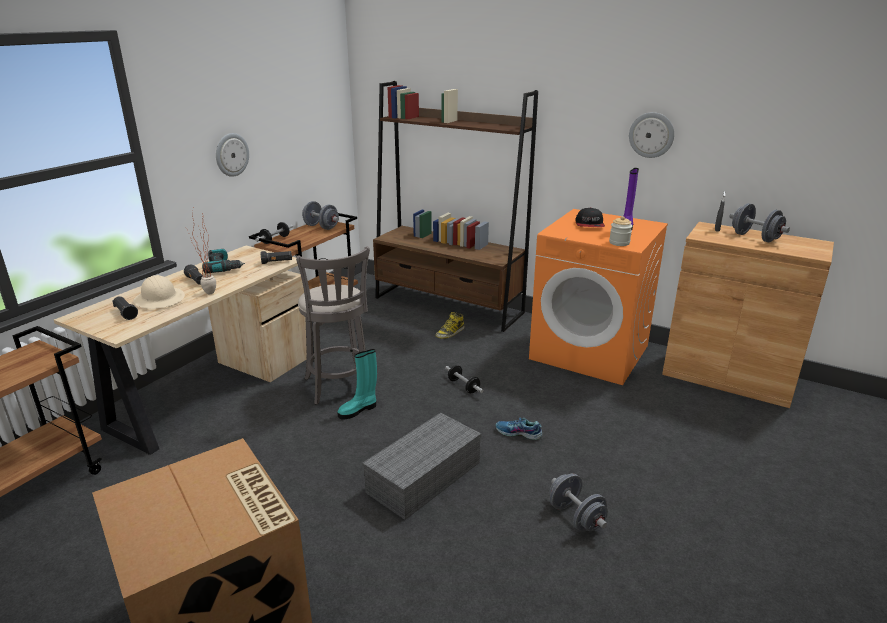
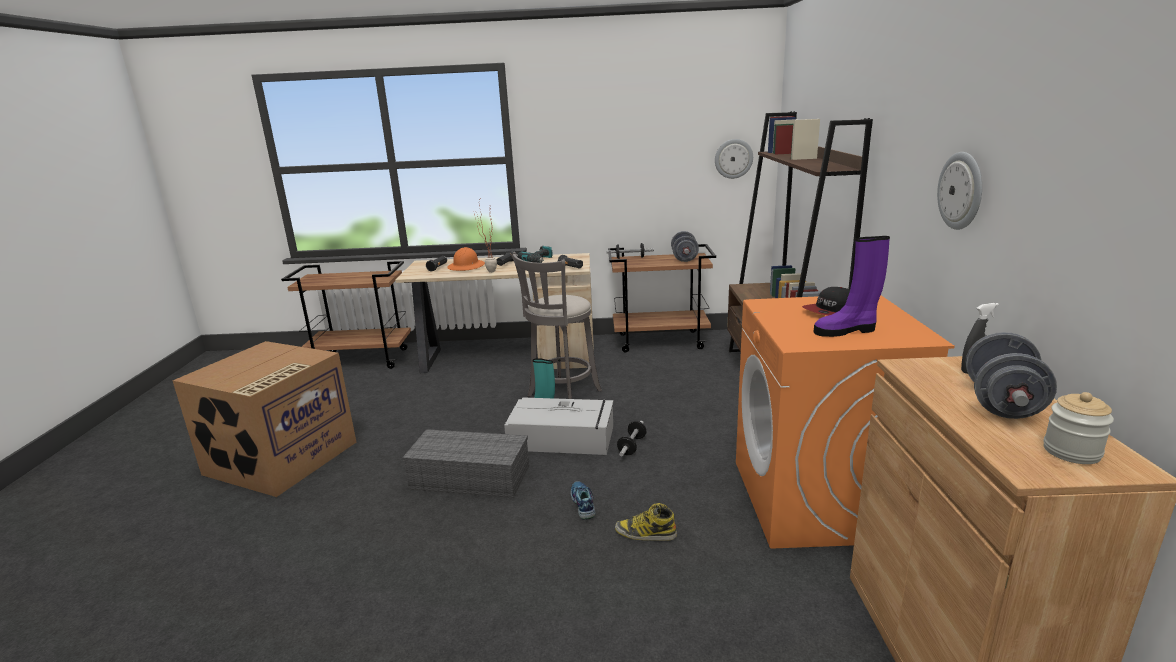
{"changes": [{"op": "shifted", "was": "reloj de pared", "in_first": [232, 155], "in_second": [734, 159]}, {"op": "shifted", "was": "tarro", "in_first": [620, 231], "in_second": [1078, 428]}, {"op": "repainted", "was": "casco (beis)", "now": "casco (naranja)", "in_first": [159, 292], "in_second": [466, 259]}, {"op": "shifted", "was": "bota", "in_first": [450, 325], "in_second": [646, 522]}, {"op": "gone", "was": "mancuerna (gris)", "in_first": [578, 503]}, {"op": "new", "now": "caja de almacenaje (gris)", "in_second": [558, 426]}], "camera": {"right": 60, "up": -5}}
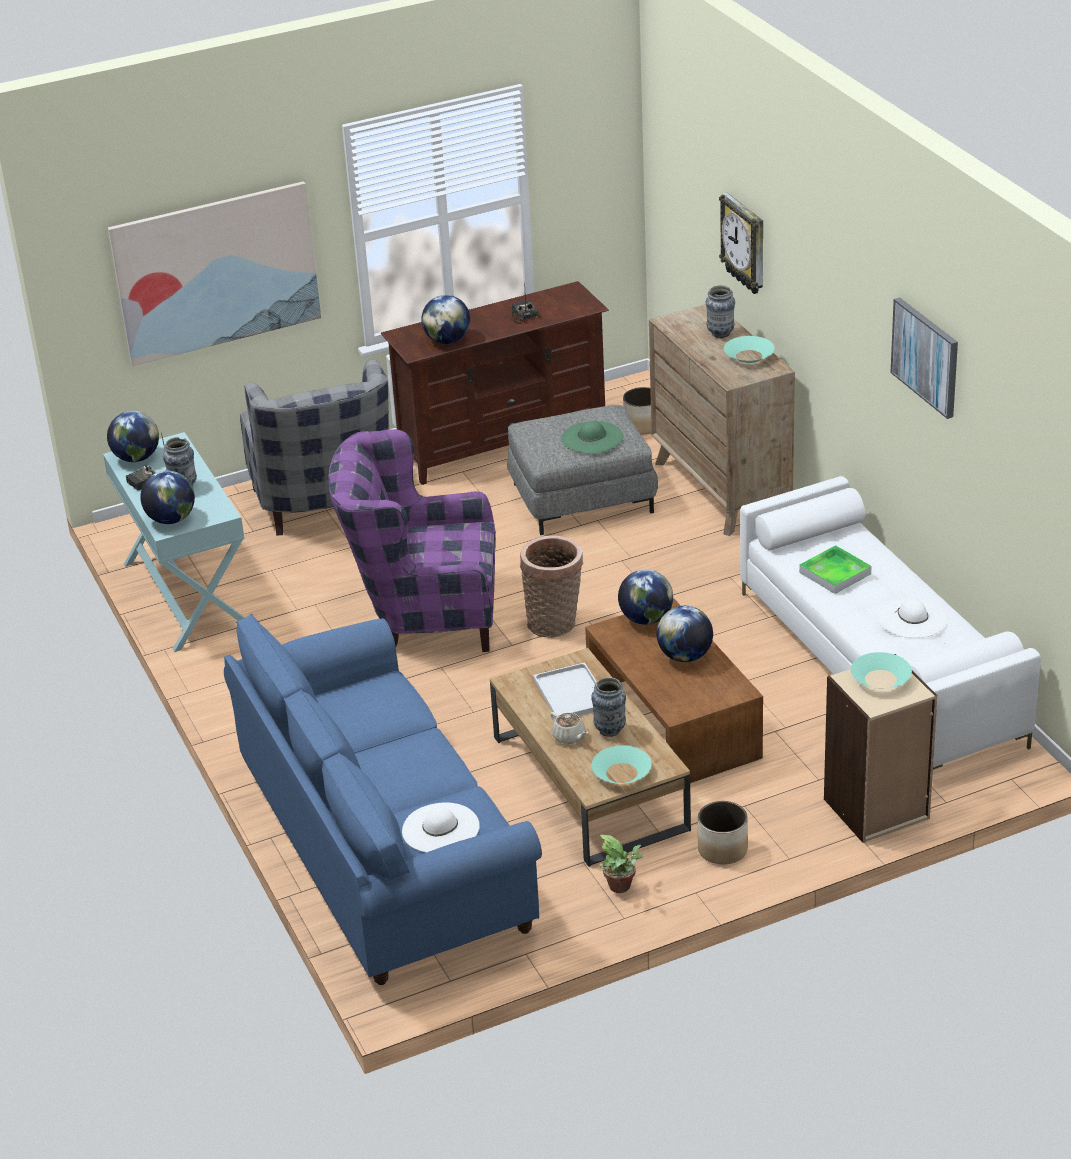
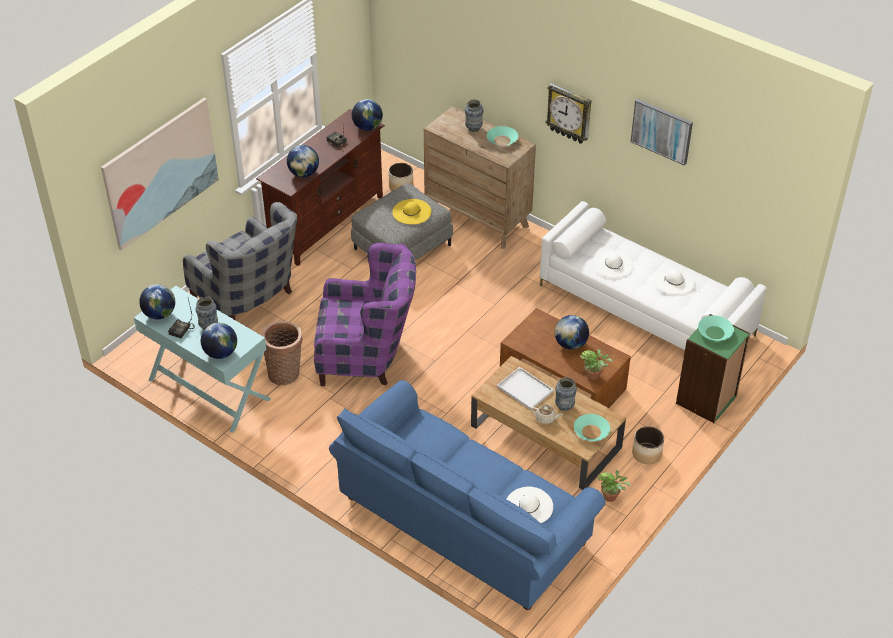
{"changes": [{"op": "shifted", "was": "reloj de pared", "in_first": [741, 243], "in_second": [568, 113]}, {"op": "repainted", "was": "sombrero (verde)", "now": "sombrero (amarillo)", "in_first": [592, 437], "in_second": [411, 211]}, {"op": "rotated", "was": "sillón (morado)", "in_first": [412, 541], "in_second": [365, 314], "clockwise": -150}, {"op": "shifted", "was": "cesta", "in_first": [552, 586], "in_second": [282, 353]}, {"op": "swapped", "was": "bandeja", "now": "sombrero (blanco)", "in_first": [835, 569], "in_second": [613, 264]}, {"op": "shifted", "was": "globo terráqueo", "in_first": [645, 597], "in_second": [367, 115]}, {"op": "repainted", "was": "estantería (beis)", "now": "estantería (verde)", "in_first": [880, 748], "in_second": [713, 368]}, {"op": "new", "now": "planta en maceta", "in_second": [596, 364]}], "camera": {"right": -30, "up": 10}}
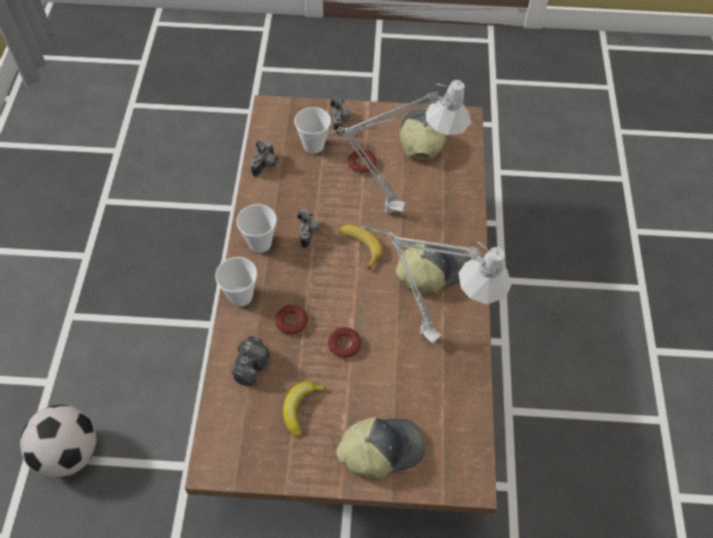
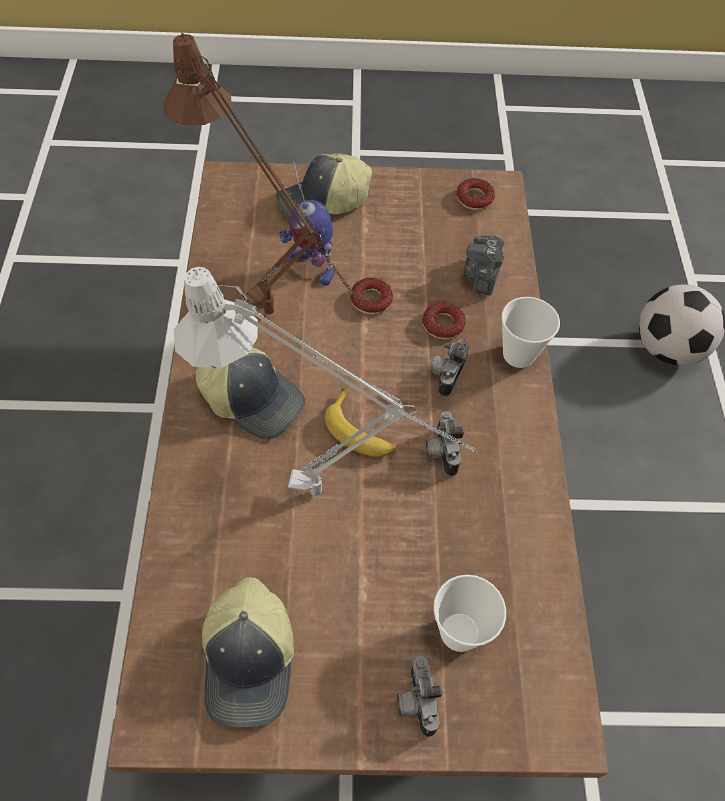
{"changes": [{"op": "shifted", "was": "cámara", "in_first": [264, 158], "in_second": [449, 368]}, {"op": "shifted", "was": "rosquilla", "in_first": [362, 162], "in_second": [475, 194]}, {"op": "gone", "was": "taza", "in_first": [257, 228]}, {"op": "repainted", "was": "lámpara de mesa (gris)", "now": "lámpara de mesa (marrón)", "in_first": [436, 284], "in_second": [262, 174]}, {"op": "rotated", "was": "gorra", "in_first": [432, 267], "in_second": [250, 393], "clockwise": -120}, {"op": "gone", "was": "plátano", "in_first": [305, 409]}, {"op": "new", "now": "robot de juguete", "in_second": [307, 224]}], "camera": {"right": 175, "up": 0}}
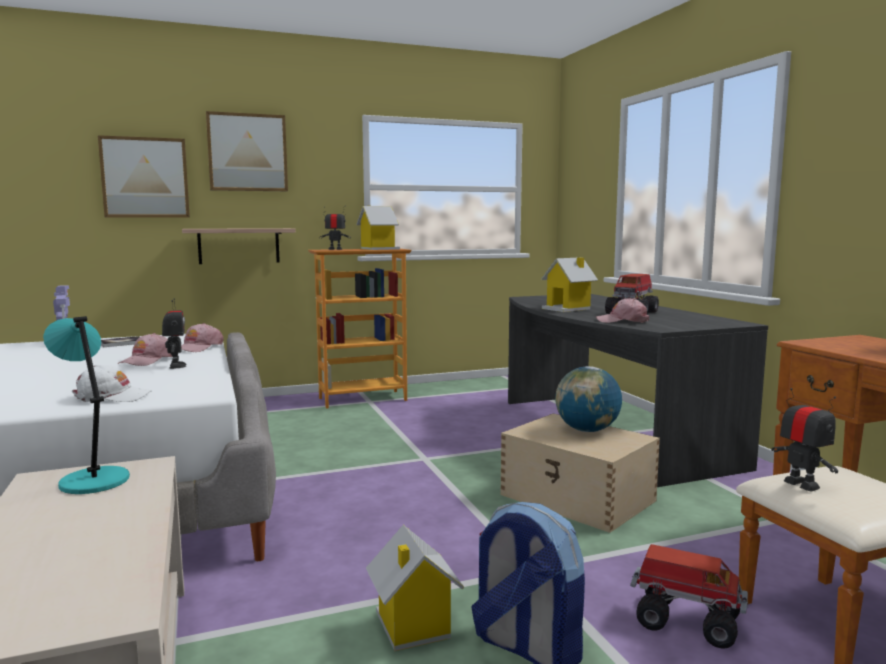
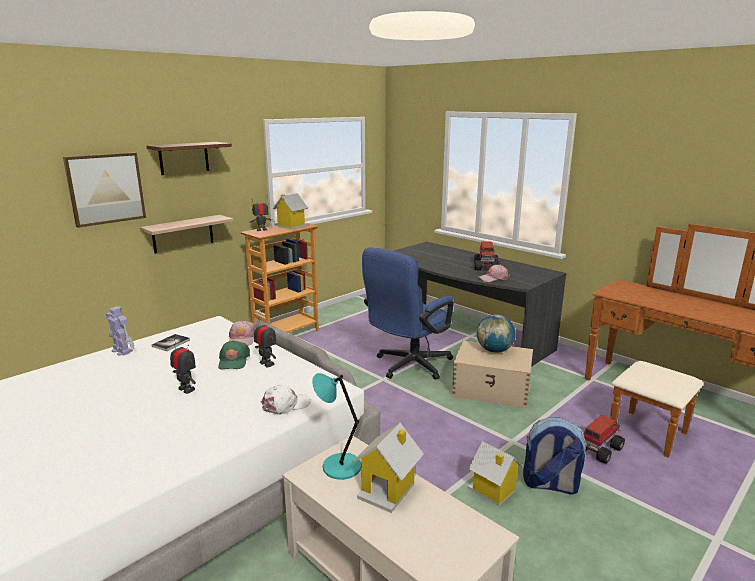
{"changes": [{"op": "swapped", "was": "cuadro", "now": "estante (marrón)", "in_first": [247, 151], "in_second": [189, 158]}, {"op": "shifted", "was": "casita", "in_first": [569, 284], "in_second": [388, 468]}, {"op": "repainted", "was": "gorra (rosa)", "now": "gorra (verde)", "in_first": [145, 349], "in_second": [234, 354]}, {"op": "shifted", "was": "robot de juguete", "in_first": [804, 439], "in_second": [183, 366]}, {"op": "rotated", "was": "camión de juguete", "in_first": [689, 596], "in_second": [604, 439], "clockwise": -45}, {"op": "new", "now": "silla de oficina (azul)", "in_second": [408, 313]}], "camera": {"right": -25, "up": 10}}
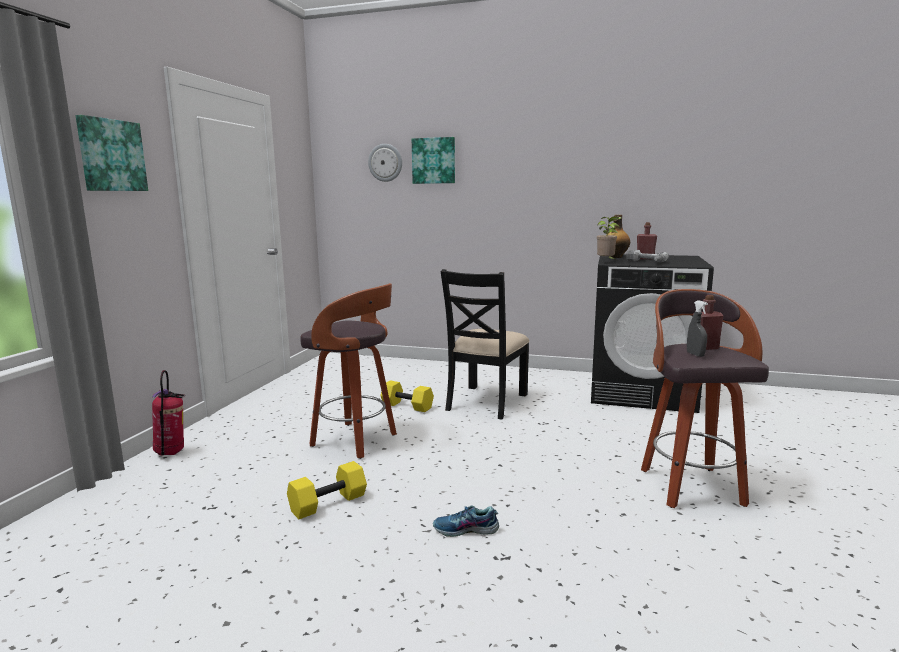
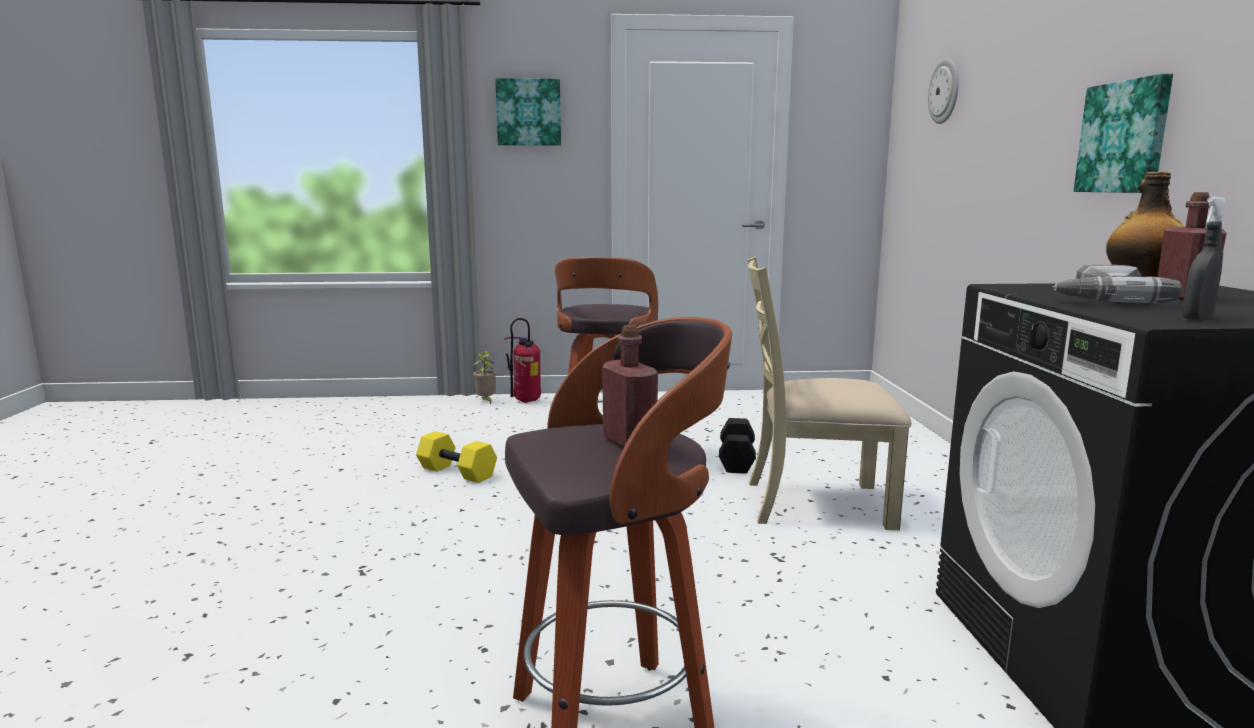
{"changes": [{"op": "shifted", "was": "cuadro", "in_first": [433, 160], "in_second": [1123, 133]}, {"op": "shifted", "was": "planta en maceta", "in_first": [609, 238], "in_second": [485, 378]}, {"op": "repainted", "was": "silla (negro)", "now": "silla (beis)", "in_first": [484, 344], "in_second": [830, 393]}, {"op": "shifted", "was": "pulverizador (gris)", "in_first": [697, 328], "in_second": [1204, 258]}, {"op": "repainted", "was": "mancuerna (amarillo)", "now": "mancuerna (negro)", "in_first": [407, 396], "in_second": [737, 446]}, {"op": "gone", "was": "zapato", "in_first": [466, 521]}], "camera": {"right": 70, "up": 0}}
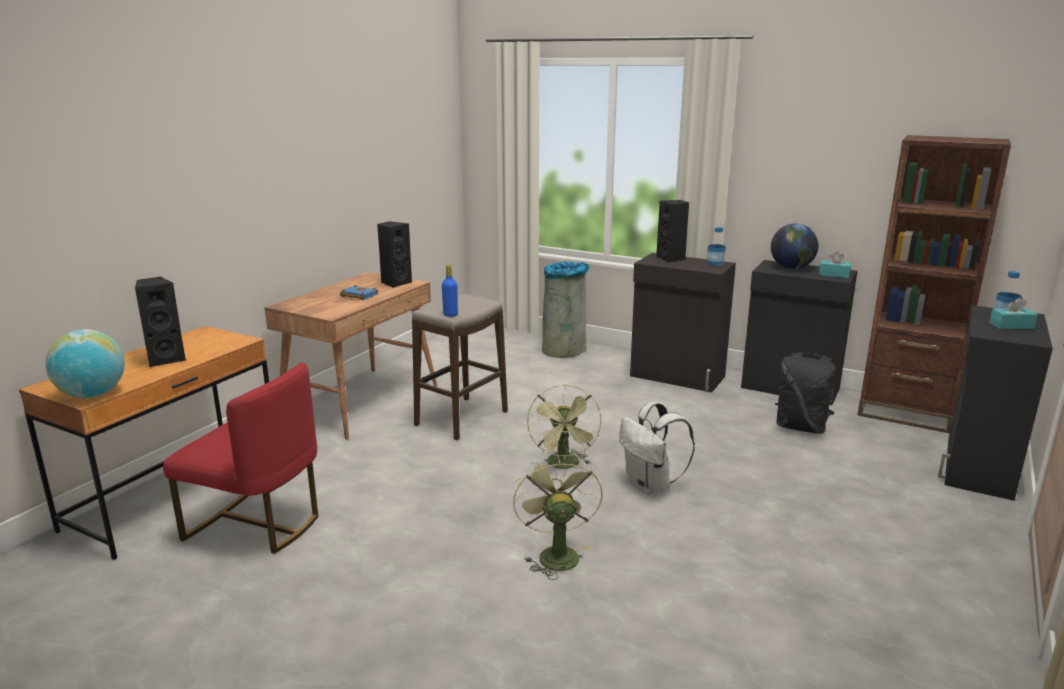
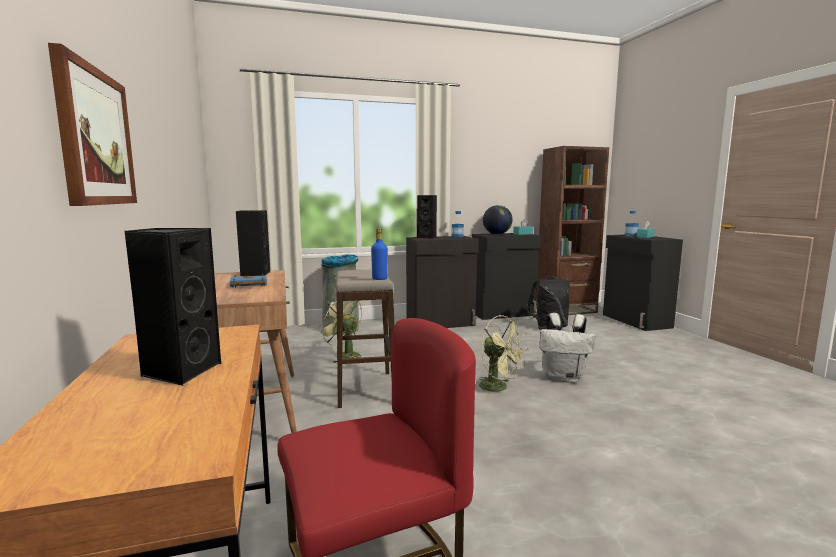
{"changes": [{"op": "gone", "was": "globo terráqueo", "in_first": [85, 363]}, {"op": "shifted", "was": "ventilador (verde)", "in_first": [558, 517], "in_second": [339, 332]}, {"op": "new", "now": "cuadro", "in_second": [92, 124]}], "camera": {"right": -45, "up": -10}}
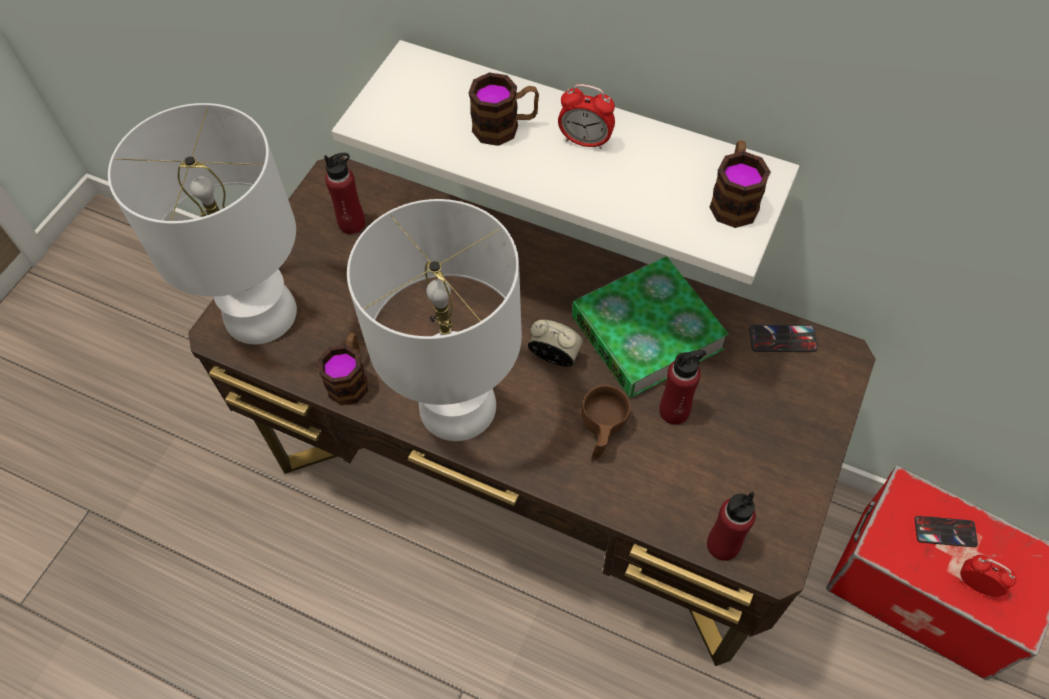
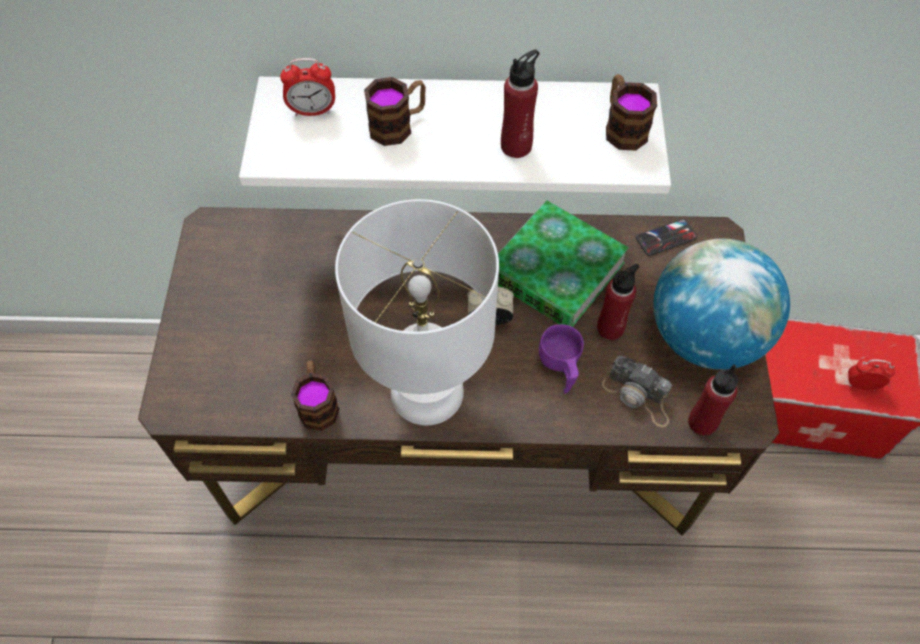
{"changes": [{"op": "shifted", "was": "despertador", "in_first": [586, 116], "in_second": [307, 87]}, {"op": "gone", "was": "lámpara de mesa (blanco)", "in_first": [202, 223]}, {"op": "shifted", "was": "botella (rojo)", "in_first": [344, 193], "in_second": [520, 104]}, {"op": "repainted", "was": "taza (marrón)", "now": "taza (morado)", "in_first": [605, 422], "in_second": [561, 359]}, {"op": "gone", "was": "móvil", "in_first": [946, 531]}, {"op": "new", "now": "globo terráqueo", "in_second": [722, 304]}, {"op": "new", "now": "cámara", "in_second": [637, 391]}], "camera": {"right": -25, "up": 0}}
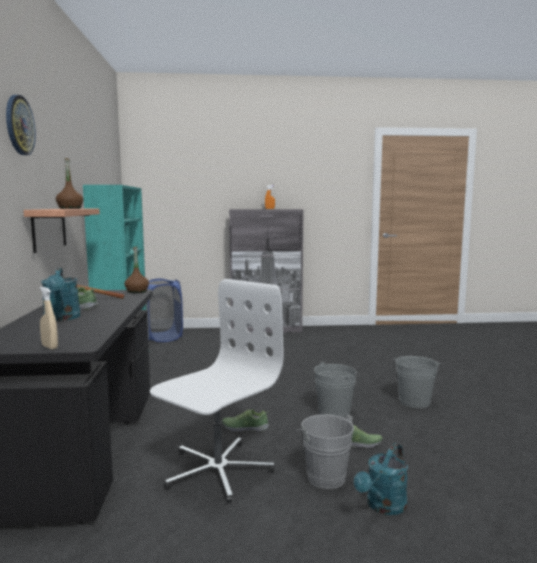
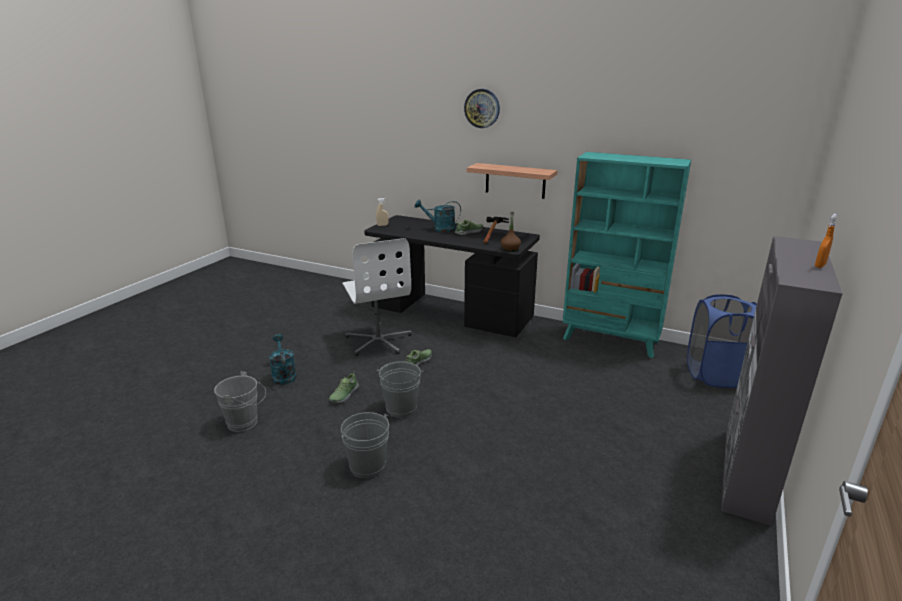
{"changes": [{"op": "gone", "was": "botella (marrón)", "in_first": [69, 183]}, {"op": "shifted", "was": "cubo (gris)", "in_first": [325, 451], "in_second": [240, 402]}], "camera": {"right": 120, "up": 15}}
